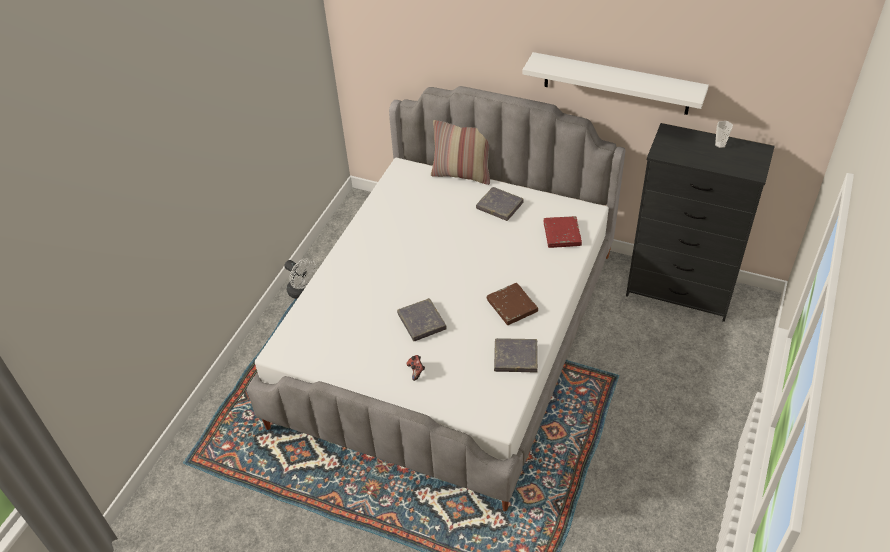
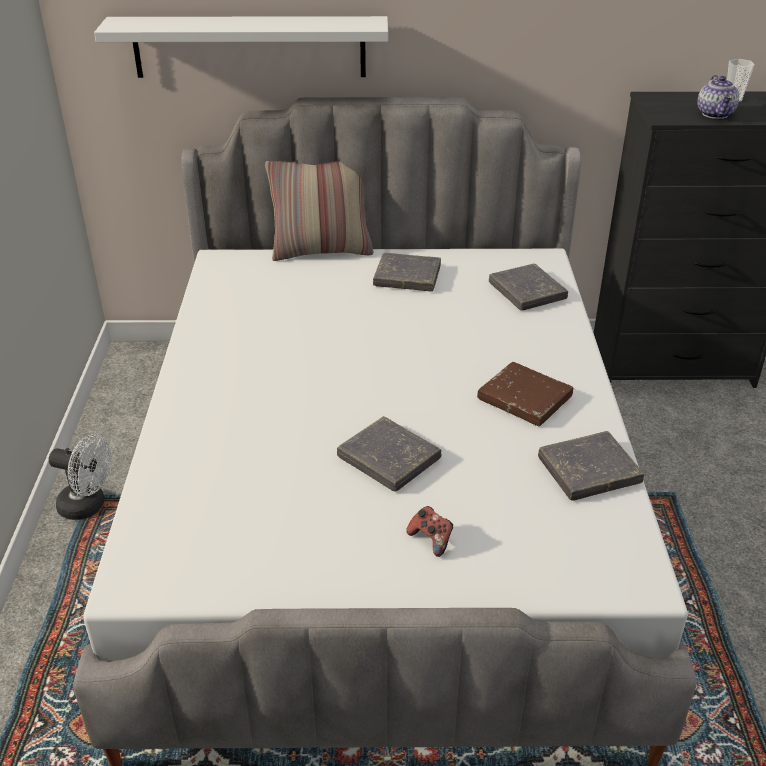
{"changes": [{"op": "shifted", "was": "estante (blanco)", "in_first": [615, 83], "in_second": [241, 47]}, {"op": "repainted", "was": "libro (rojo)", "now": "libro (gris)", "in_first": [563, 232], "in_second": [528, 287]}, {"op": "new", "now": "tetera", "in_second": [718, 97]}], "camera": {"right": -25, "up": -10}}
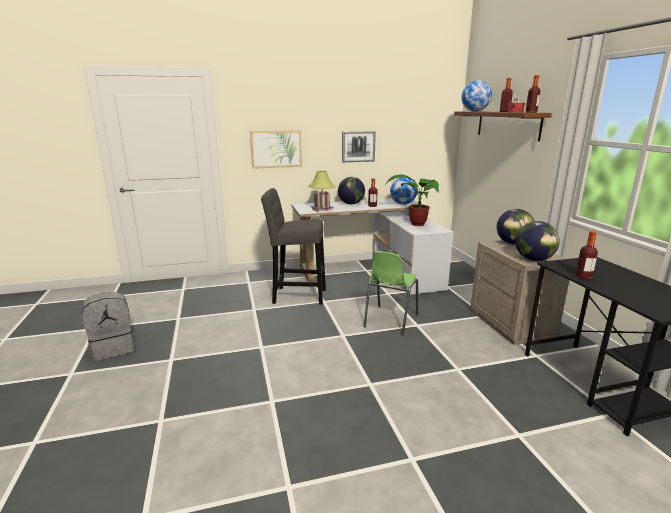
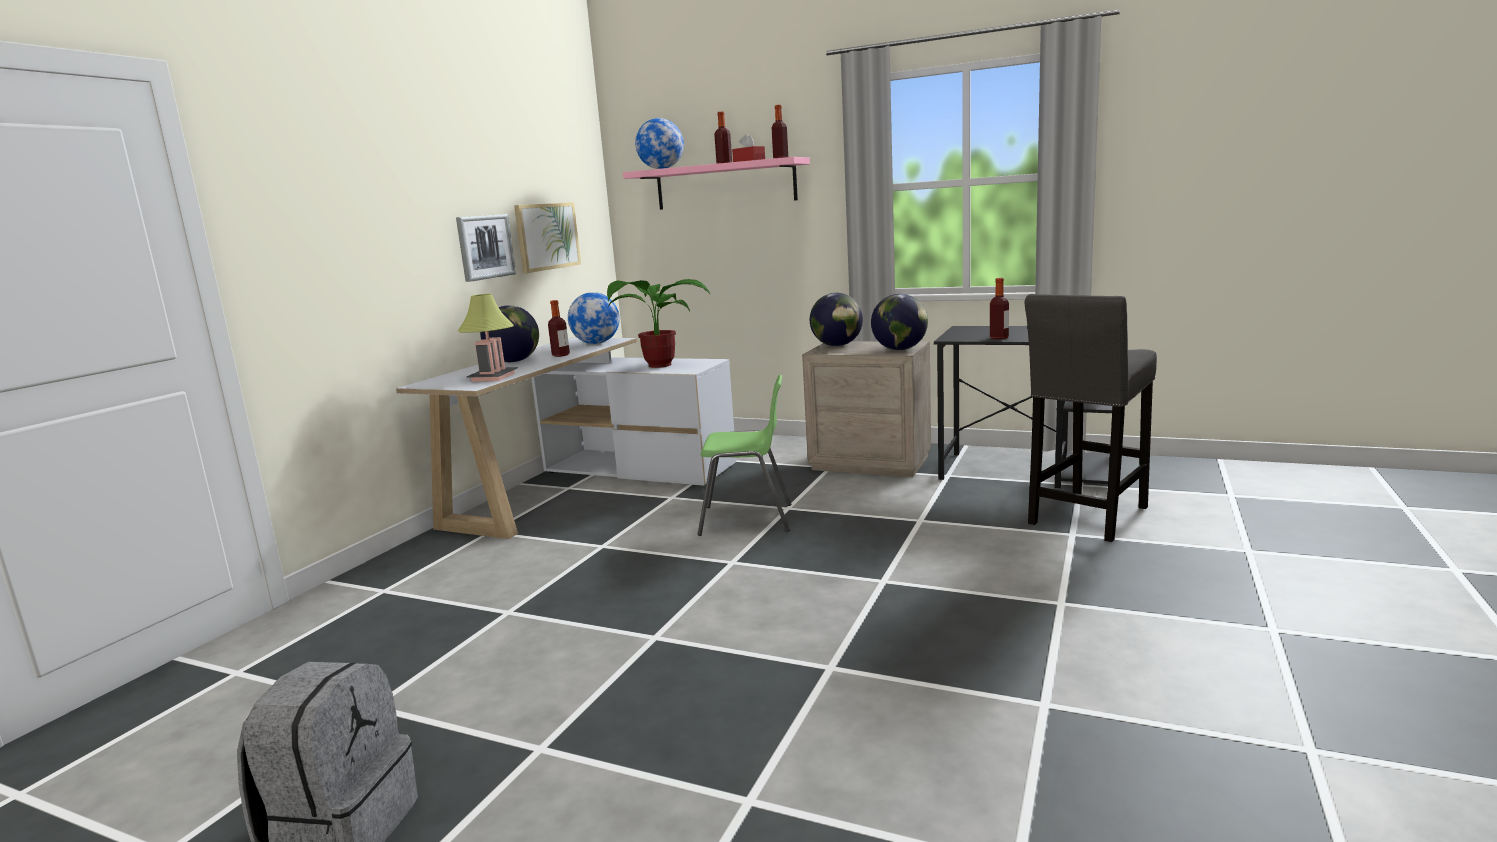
{"changes": [{"op": "repainted", "was": "estante (marrón)", "now": "estante (rosa)", "in_first": [503, 126], "in_second": [716, 183]}, {"op": "shifted", "was": "cuadro", "in_first": [276, 149], "in_second": [547, 237]}, {"op": "shifted", "was": "taburete (gris)", "in_first": [293, 246], "in_second": [1091, 418]}, {"op": "rotated", "was": "silla (verde)", "in_first": [390, 293], "in_second": [744, 455], "clockwise": -60}], "camera": {"right": -50, "up": -5}}
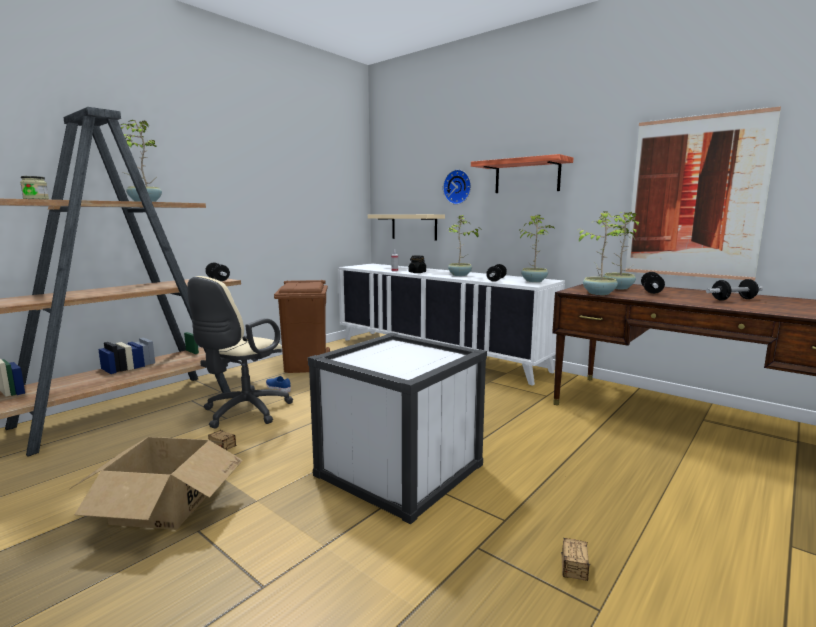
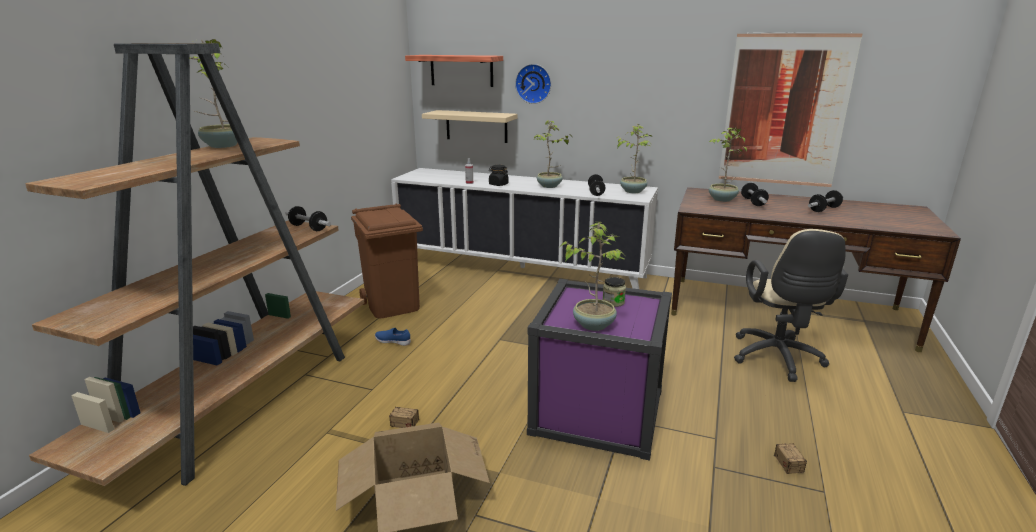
{"changes": [{"op": "shifted", "was": "estante", "in_first": [522, 173], "in_second": [454, 71]}, {"op": "shifted", "was": "tarro", "in_first": [34, 188], "in_second": [614, 292]}, {"op": "shifted", "was": "planta en maceta", "in_first": [600, 253], "in_second": [592, 276]}, {"op": "shifted", "was": "silla de oficina (beis)", "in_first": [240, 352], "in_second": [791, 305]}, {"op": "repainted", "was": "caja de almacenaje (blanco)", "now": "caja de almacenaje (morado)", "in_first": [397, 428], "in_second": [599, 370]}], "camera": {"right": -20, "up": 10}}
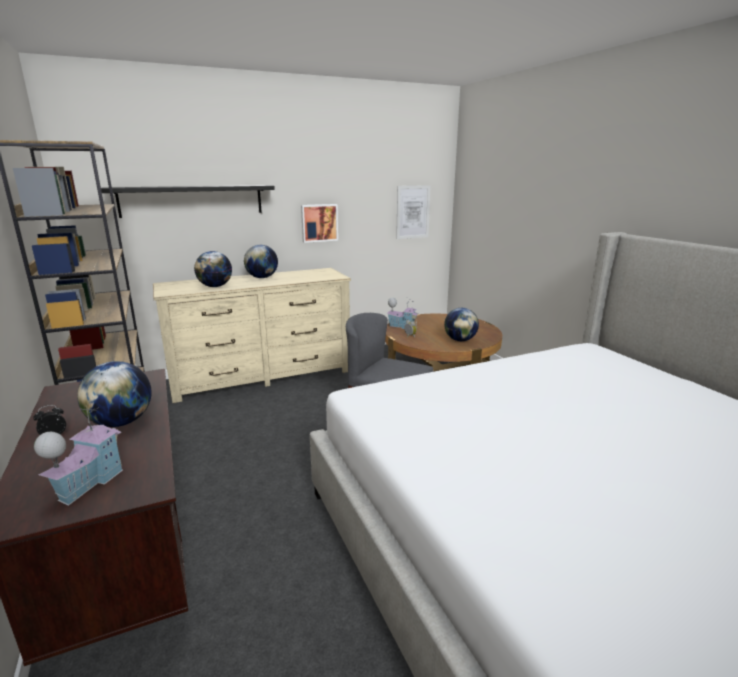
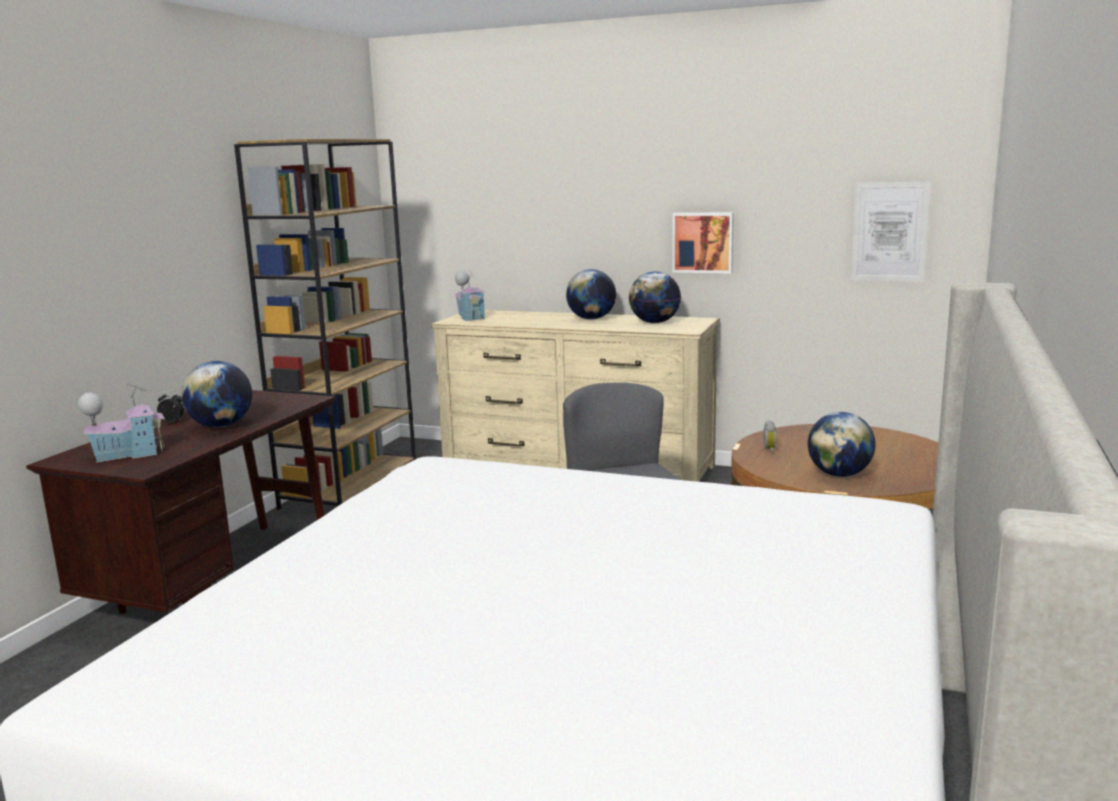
{"changes": [{"op": "gone", "was": "estante (negro)", "in_first": [188, 201]}, {"op": "shifted", "was": "globo terráqueo", "in_first": [213, 269], "in_second": [655, 297]}, {"op": "shifted", "was": "casita", "in_first": [402, 313], "in_second": [469, 295]}], "camera": {"right": 45, "up": -5}}
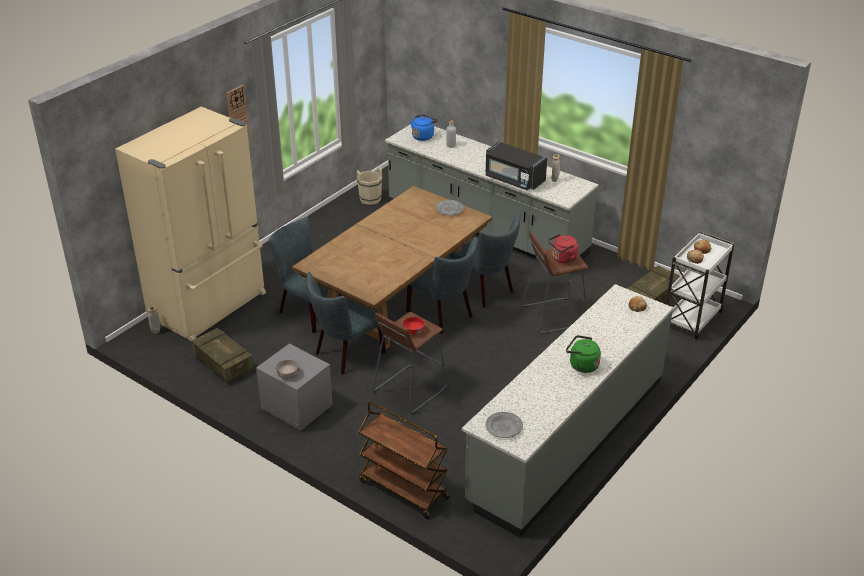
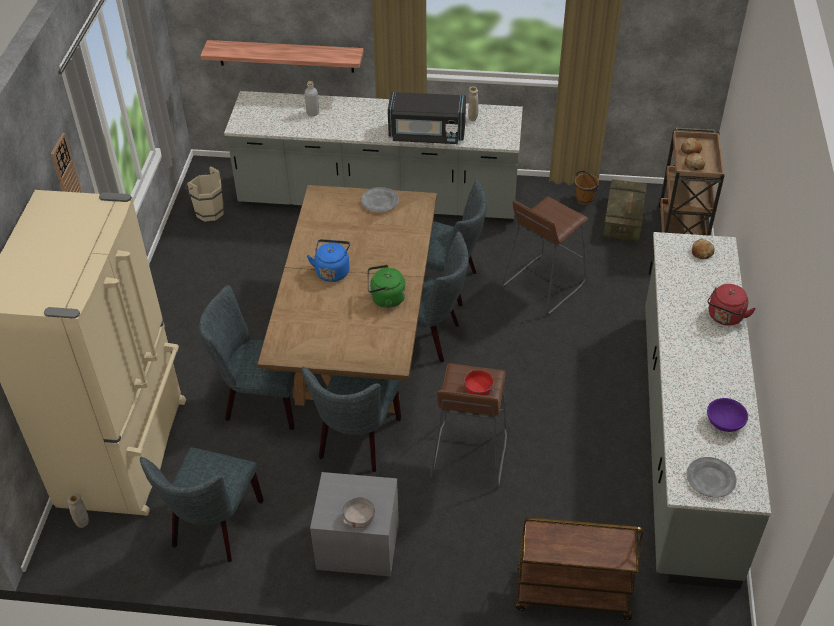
{"changes": [{"op": "shifted", "was": "hervidor (azul)", "in_first": [424, 127], "in_second": [328, 260]}, {"op": "repainted", "was": "carrito (blanco)", "now": "carrito (marrón)", "in_first": [700, 285], "in_second": [691, 181]}, {"op": "shifted", "was": "hervidor (rojo)", "in_first": [563, 249], "in_second": [731, 305]}, {"op": "swapped", "was": "caja de embalaje", "now": "silla (gris)", "in_first": [222, 355], "in_second": [201, 504]}, {"op": "shifted", "was": "hervidor (verde)", "in_first": [583, 354], "in_second": [386, 286]}, {"op": "new", "now": "estante", "in_second": [282, 56]}, {"op": "new", "now": "cubo (marrón)", "in_second": [586, 188]}, {"op": "new", "now": "cuenco (morado)", "in_second": [727, 415]}], "camera": {"right": -30, "up": 10}}
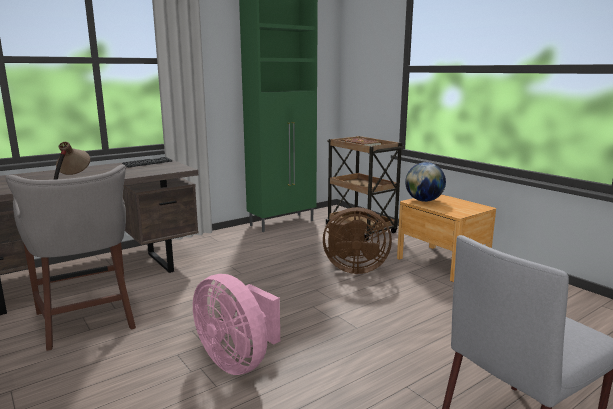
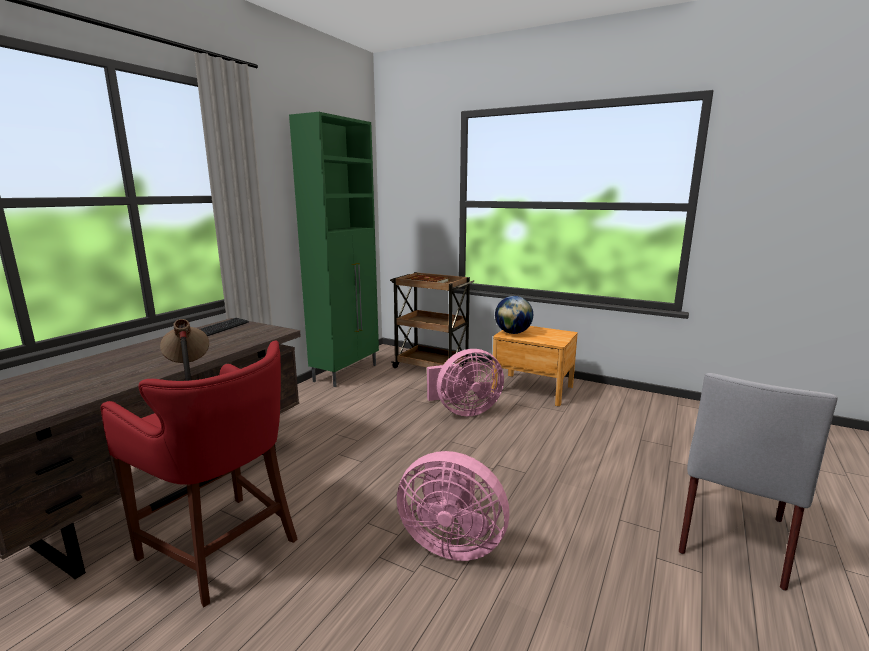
{"changes": [{"op": "repainted", "was": "taburete (gris)", "now": "taburete (rojo)", "in_first": [71, 258], "in_second": [198, 474]}, {"op": "repainted", "was": "ventilador (marrón)", "now": "ventilador (rosa)", "in_first": [357, 240], "in_second": [465, 382]}], "camera": {"right": -25, "up": 0}}
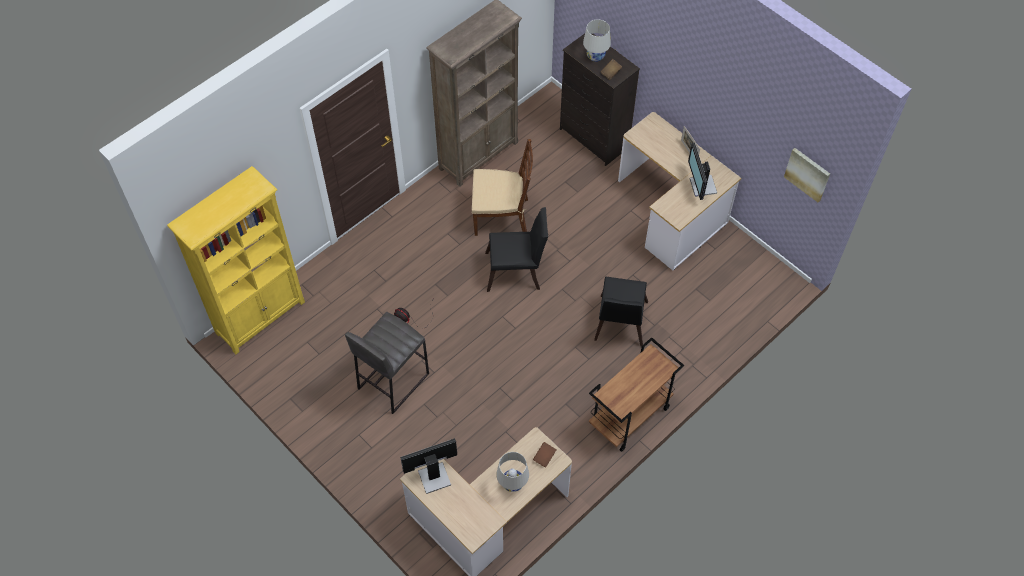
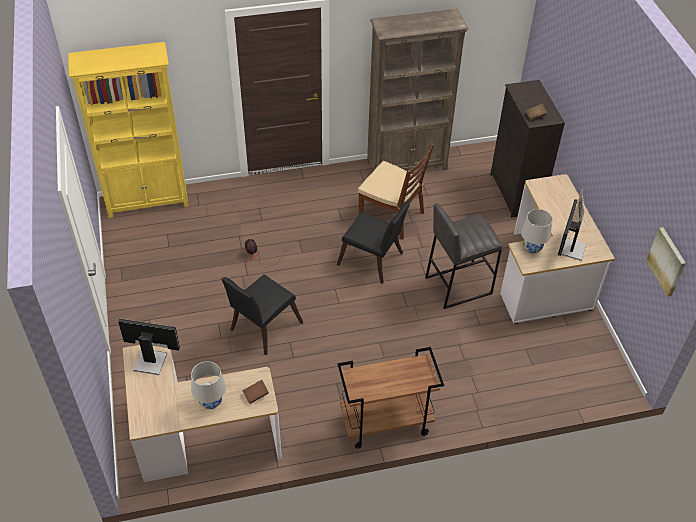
{"changes": [{"op": "shifted", "was": "lámpara de mesa (blanco)", "in_first": [597, 40], "in_second": [536, 231]}, {"op": "shifted", "was": "silla (negro)", "in_first": [621, 312], "in_second": [262, 315]}, {"op": "shifted", "was": "taburete (gris)", "in_first": [387, 363], "in_second": [463, 256]}], "camera": {"right": 30, "up": -10}}
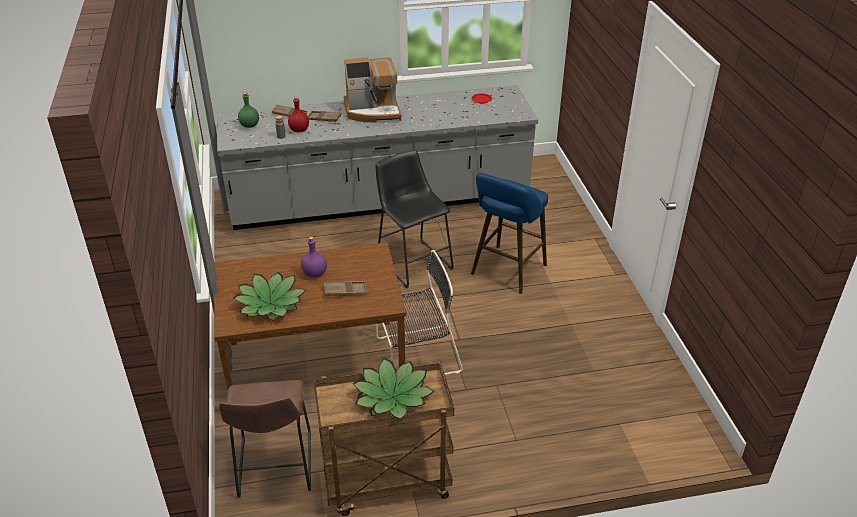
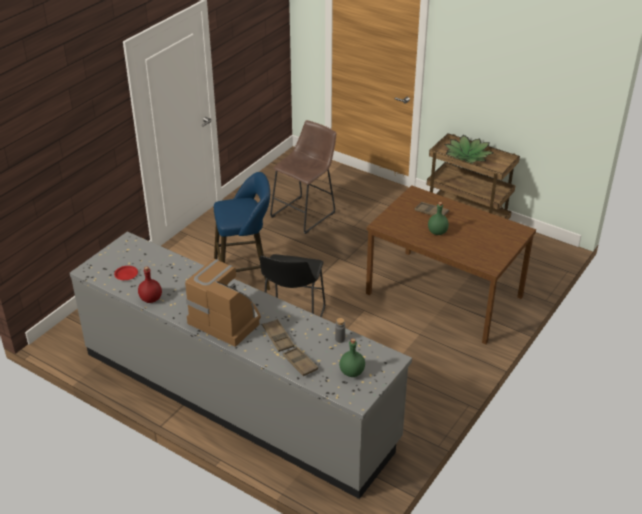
{"changes": [{"op": "shifted", "was": "botella (rojo)", "in_first": [298, 114], "in_second": [150, 285]}, {"op": "repainted", "was": "botella (morado)", "now": "botella (verde)", "in_first": [314, 257], "in_second": [438, 218]}, {"op": "gone", "was": "silla (negro)", "in_first": [419, 312]}, {"op": "gone", "was": "planta en maceta", "in_first": [269, 296]}, {"op": "shifted", "was": "taburete (marrón)", "in_first": [265, 438], "in_second": [303, 177]}], "camera": {"right": -135, "up": 0}}
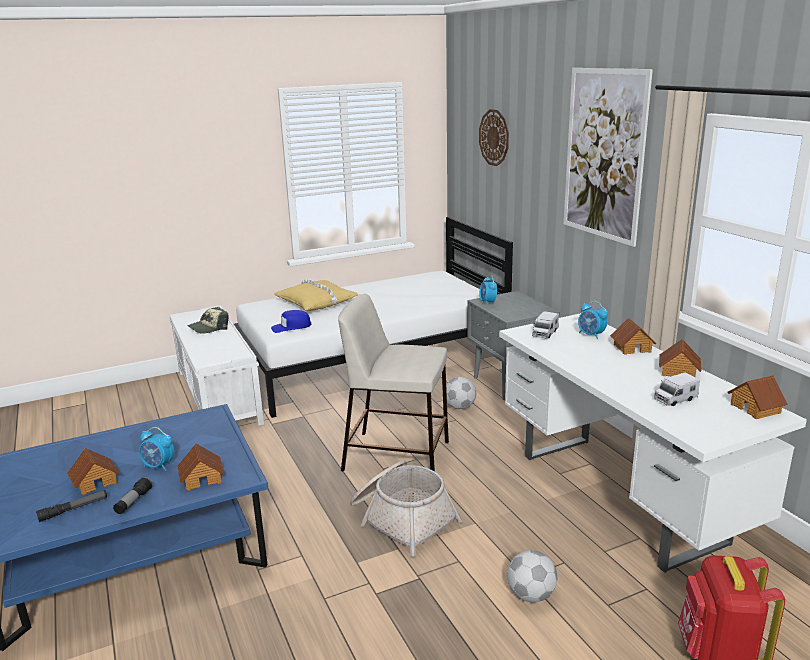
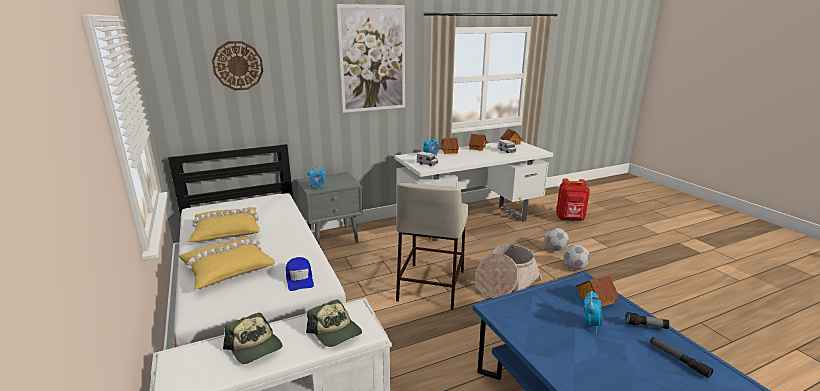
{"changes": [{"op": "shifted", "was": "balón de fútbol", "in_first": [461, 393], "in_second": [576, 257]}, {"op": "gone", "was": "casita", "in_first": [93, 471]}, {"op": "new", "now": "cojín (amarillo)", "in_second": [224, 224]}, {"op": "new", "now": "gorra", "in_second": [334, 323]}], "camera": {"right": -90, "up": 0}}
